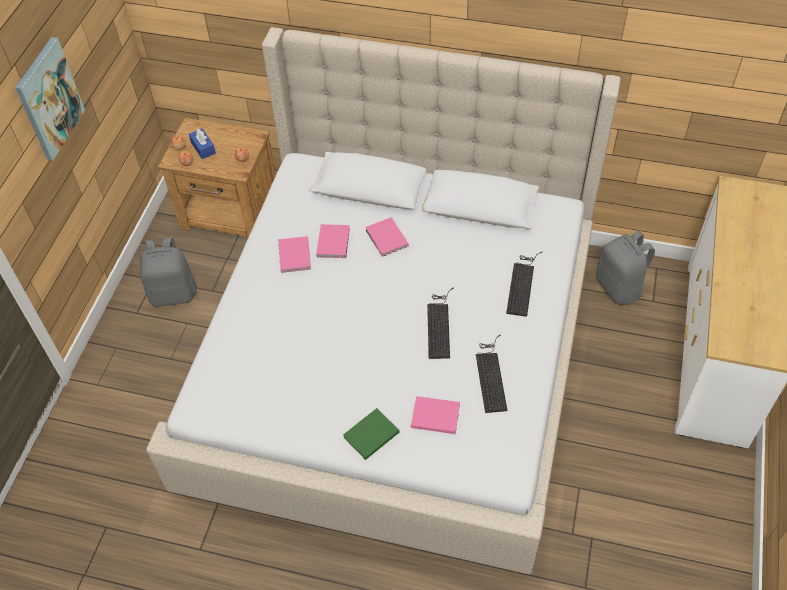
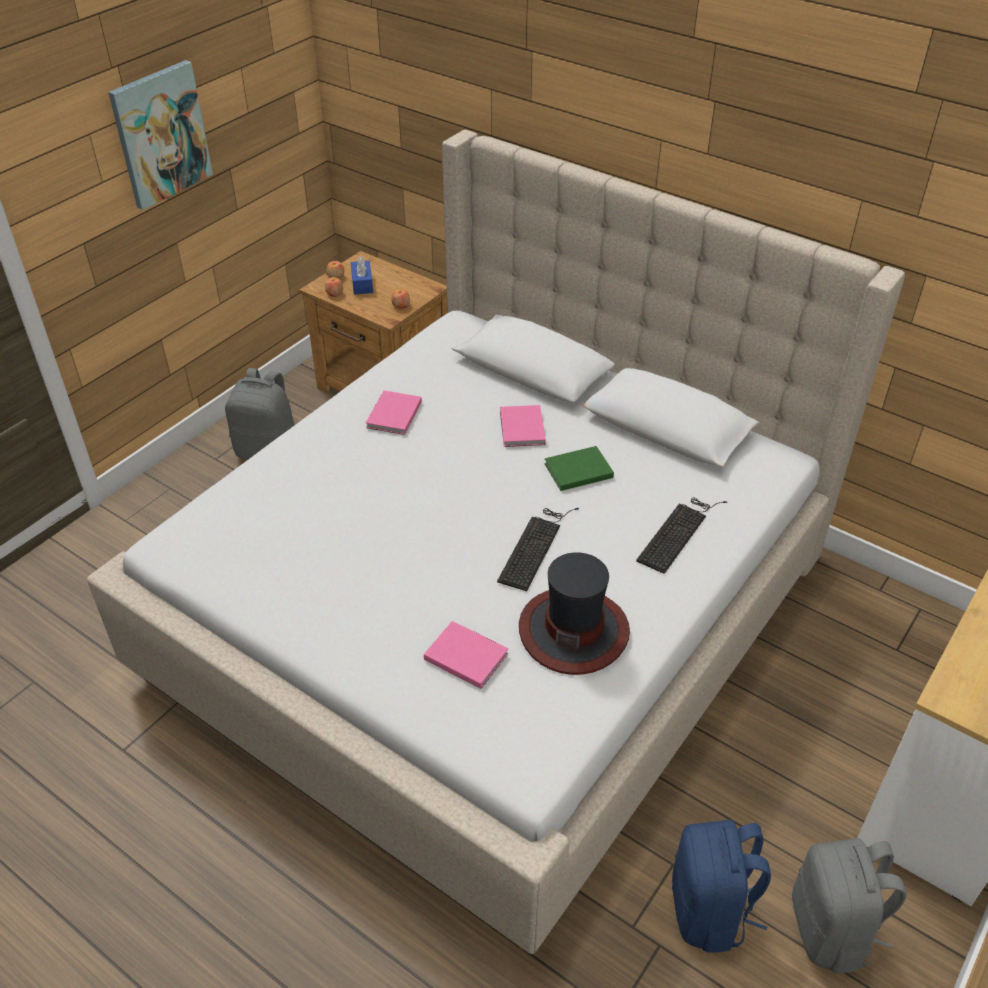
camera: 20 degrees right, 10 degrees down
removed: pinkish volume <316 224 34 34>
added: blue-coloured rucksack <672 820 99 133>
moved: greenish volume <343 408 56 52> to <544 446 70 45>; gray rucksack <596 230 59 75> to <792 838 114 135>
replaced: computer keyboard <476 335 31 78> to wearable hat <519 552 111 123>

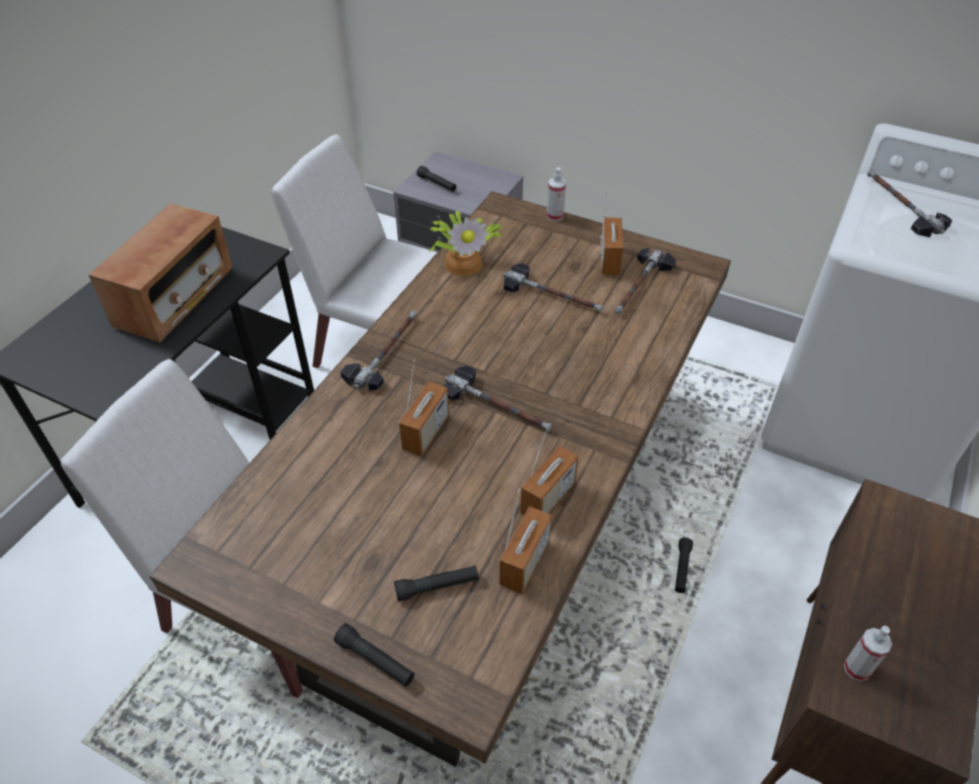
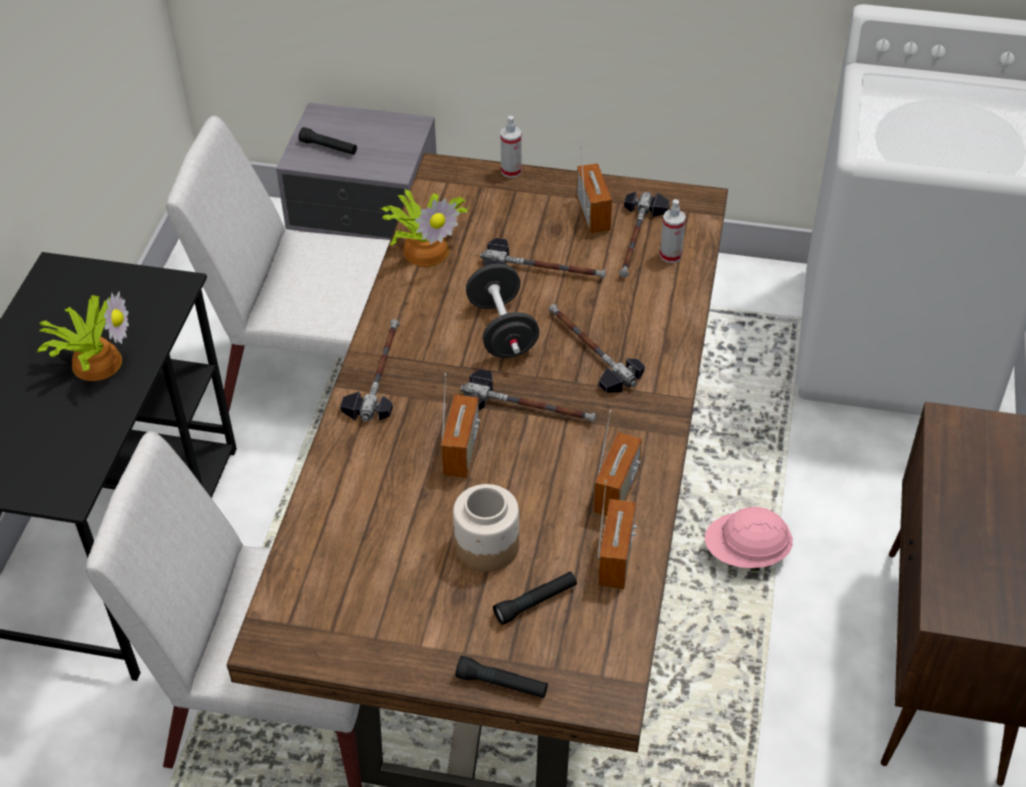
camera: 15 degrees left, 0 degrees up
added: preserve jar <453 484 66 88>; blackish free weight <466 264 73 94>
moved: sprayer <844 626 48 55> to <660 199 26 64>; tool hammer <867 169 86 69> to <548 304 97 89>
replaced: radio set <89 203 144 139> to potted plant <36 291 93 90>; blackish torch <675 538 18 55> to pinkish hard hat <705 507 88 64>

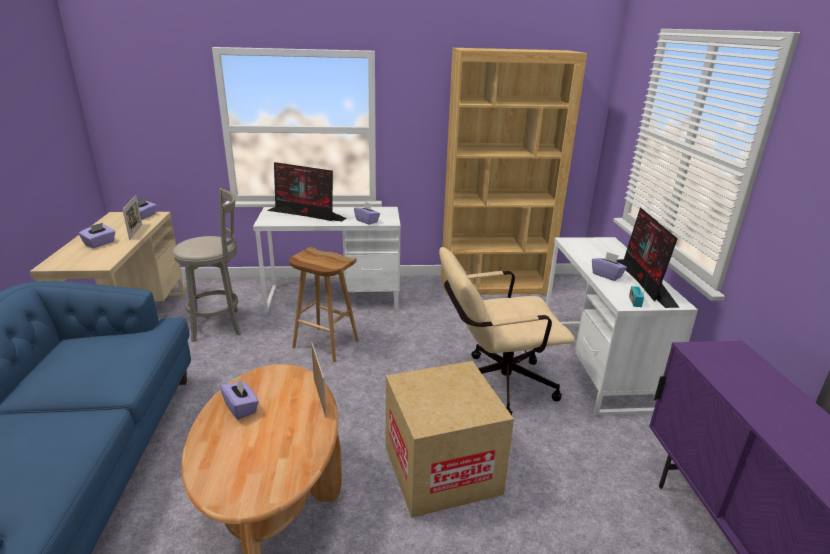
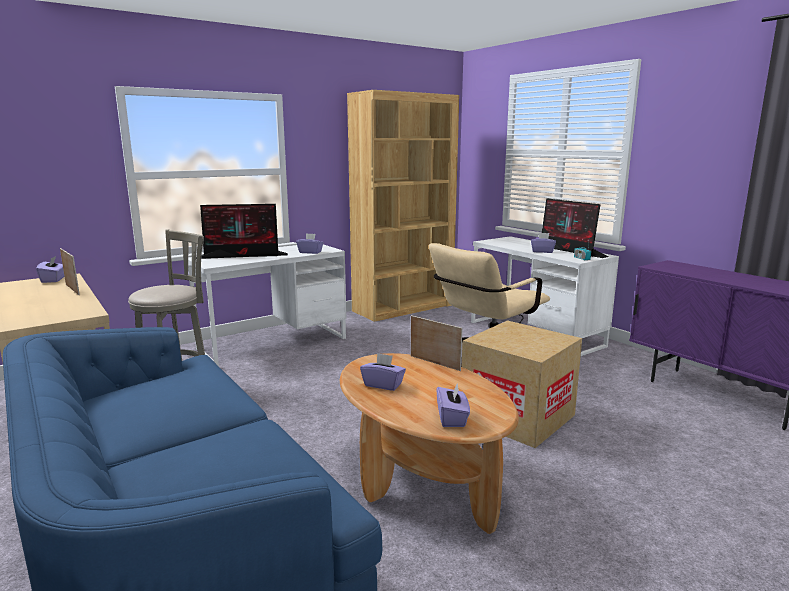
camera: 30 degrees left, 10 degrees down
removed: brown-coloured stool seat <289 247 70 115>
moved: purple-coloured tissue holder <79 223 36 25> to <437 382 33 45>

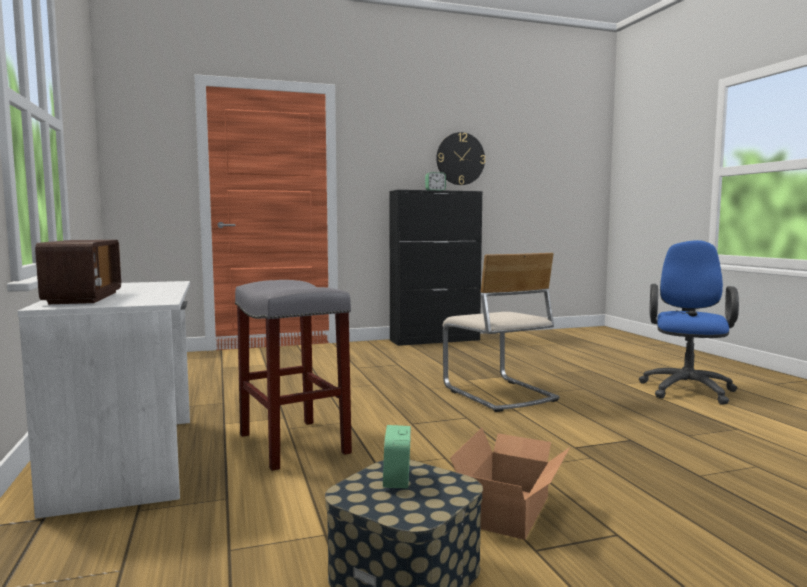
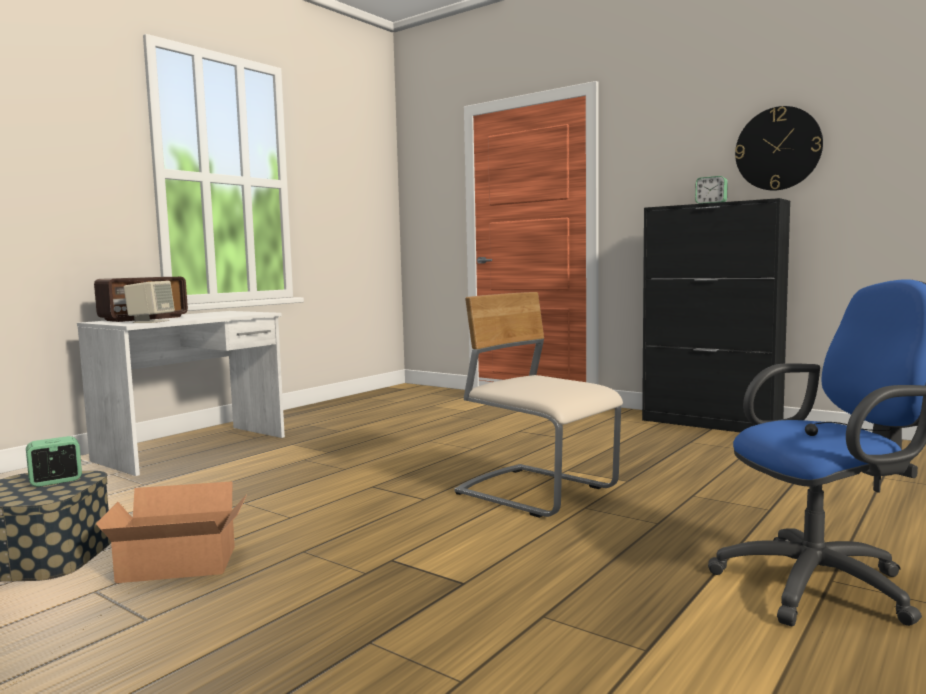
camera: 55 degrees right, 0 degrees up
removed: gray stool seat <235 280 117 191>
added: beige-coloured audio speaker <124 281 51 42>
turned: beige-coloured upright chair <442 253 118 159> = <454 292 169 226> 105 degrees clockwise

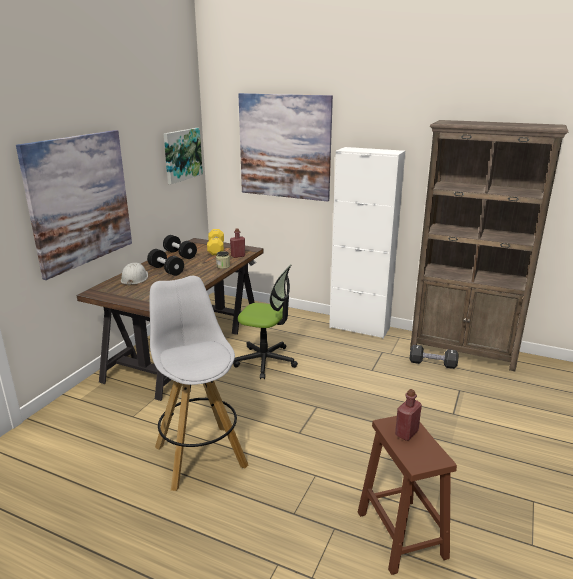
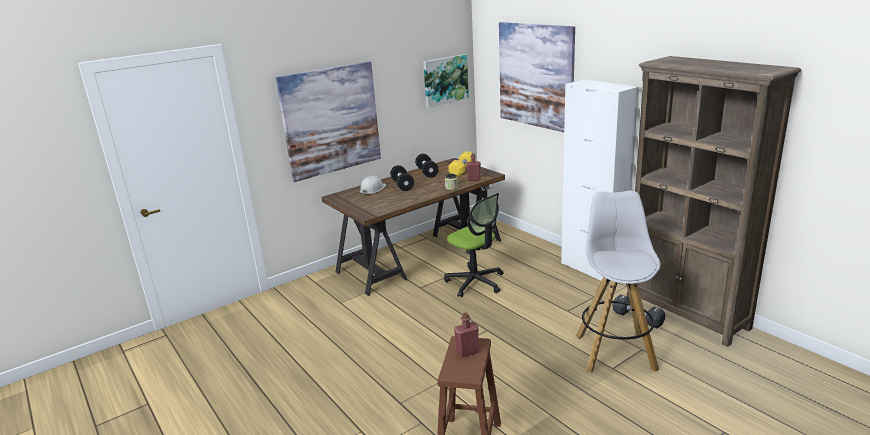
camera: 30 degrees right, 0 degrees up
moved: white stool seat <150 276 98 215> to <576 190 85 183>

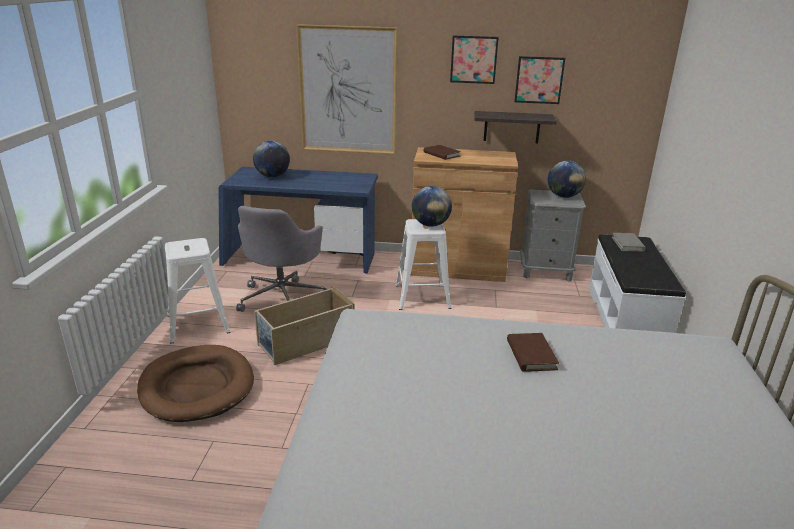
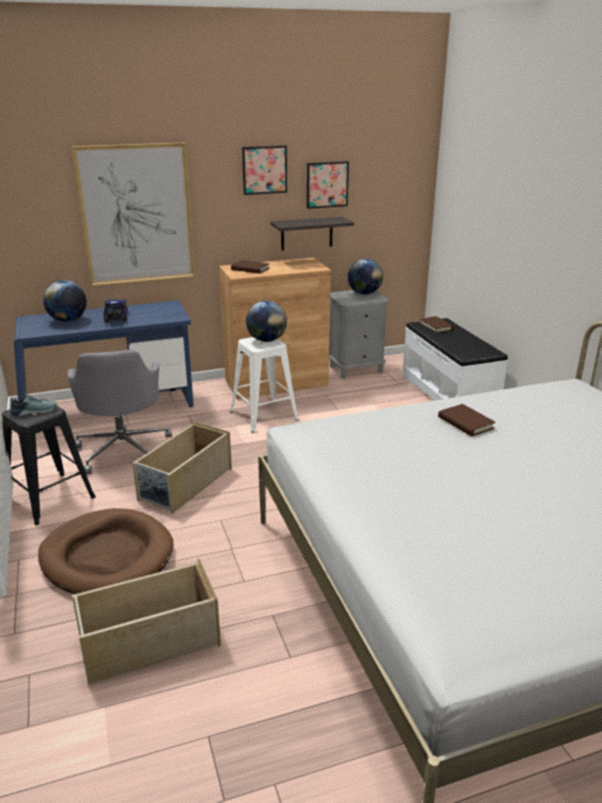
camera: 25 degrees left, 0 degrees up
added: shoe <10 393 47 23>; beige-coloured storage bin <72 558 149 127>; toy lorry <104 299 23 24>
recoloured: white stool seat <165 238 65 106> to blackish stool seat <2 399 94 126>; gray volume <612 233 34 19> to brown-coloured volume <419 316 35 17>

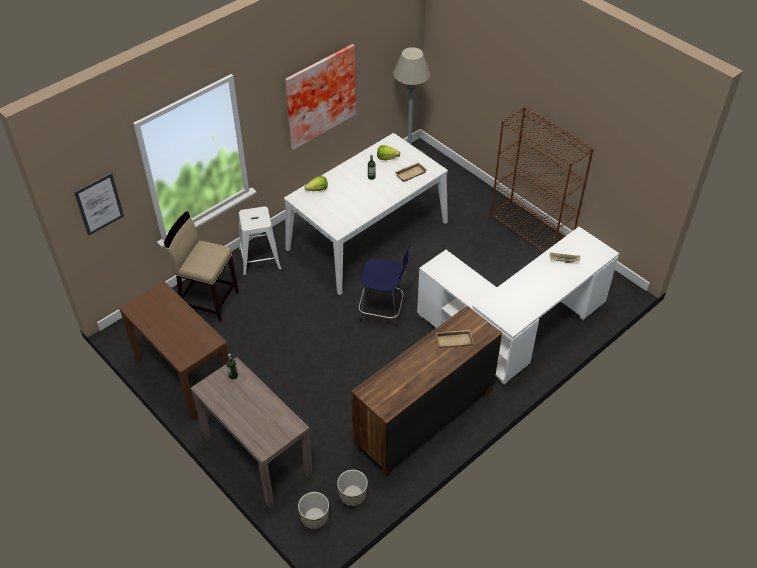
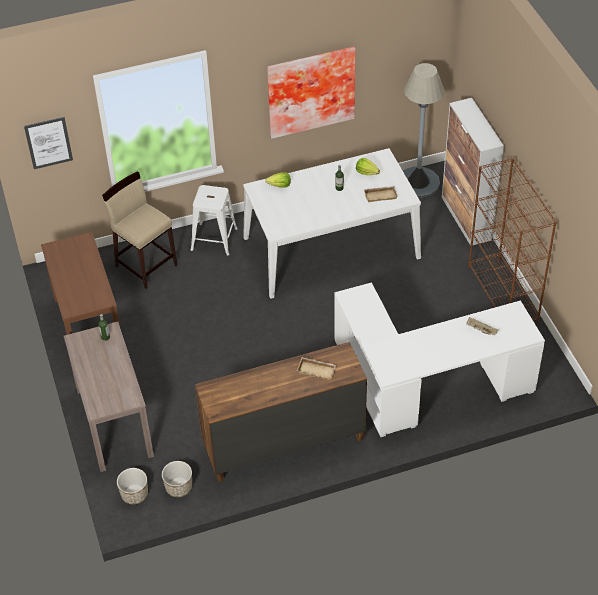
camera: 25 degrees right, 0 degrees up
removed: blue-coloured stool seat <359 246 51 81>
added: storage cabinet <442 98 62 148>

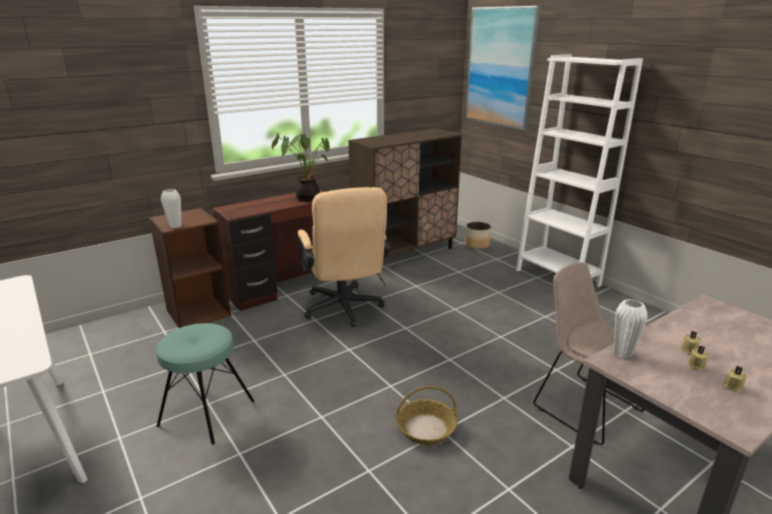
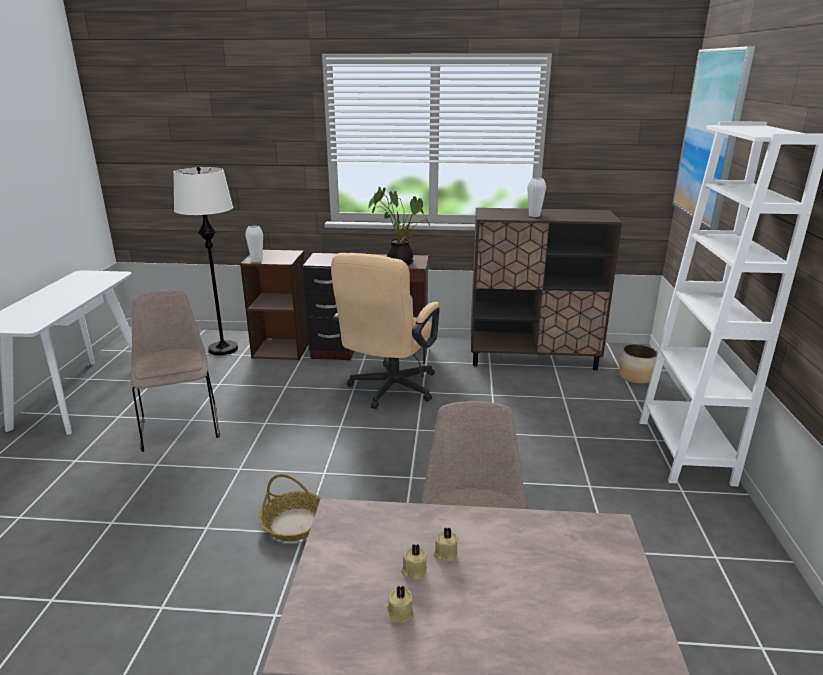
camera: 40 degrees right, 0 degrees up
added: white standing lamp <173 167 65 188>
moved: white vase <614 299 33 59> to <527 178 19 39>
replaced: turquoise-coloured stool seat <156 323 98 122> to beige-coloured upright chair <130 290 90 162>

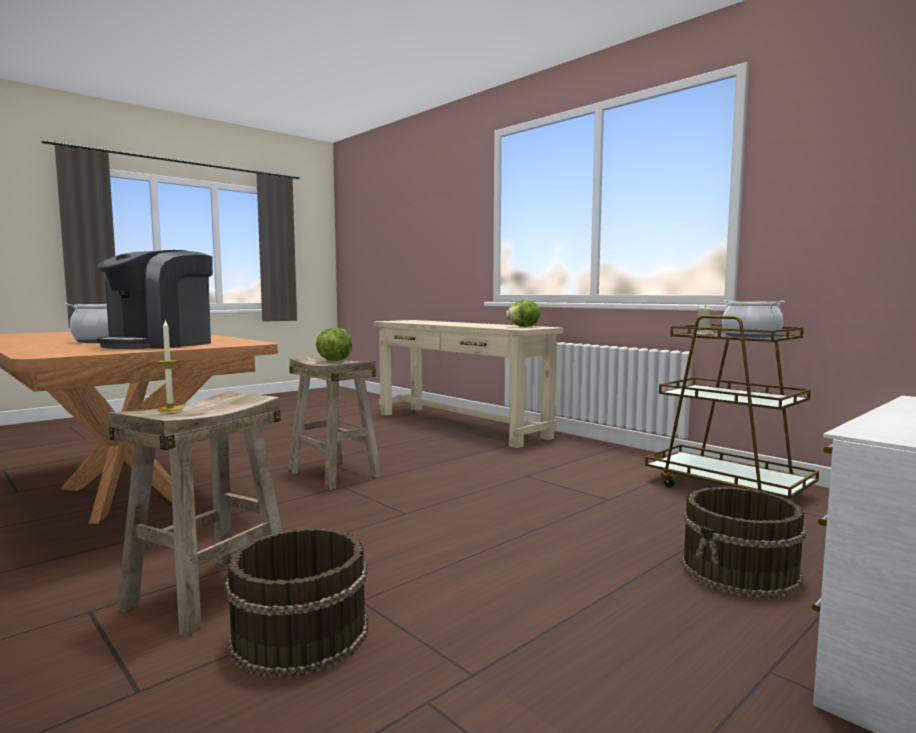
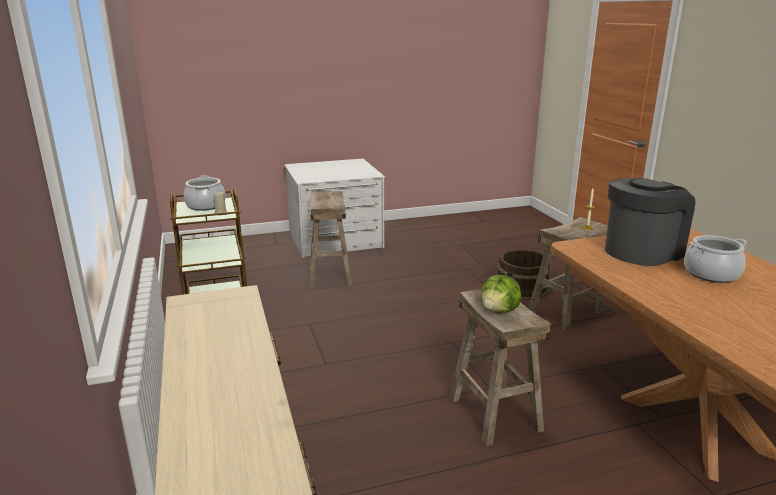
camera: 155 degrees left, 15 degrees up
removed: lettuce head <506 300 34 27>
replaced: brown-coloured water bucket <681 487 125 112> to beige-coloured stool seat <310 191 42 96>

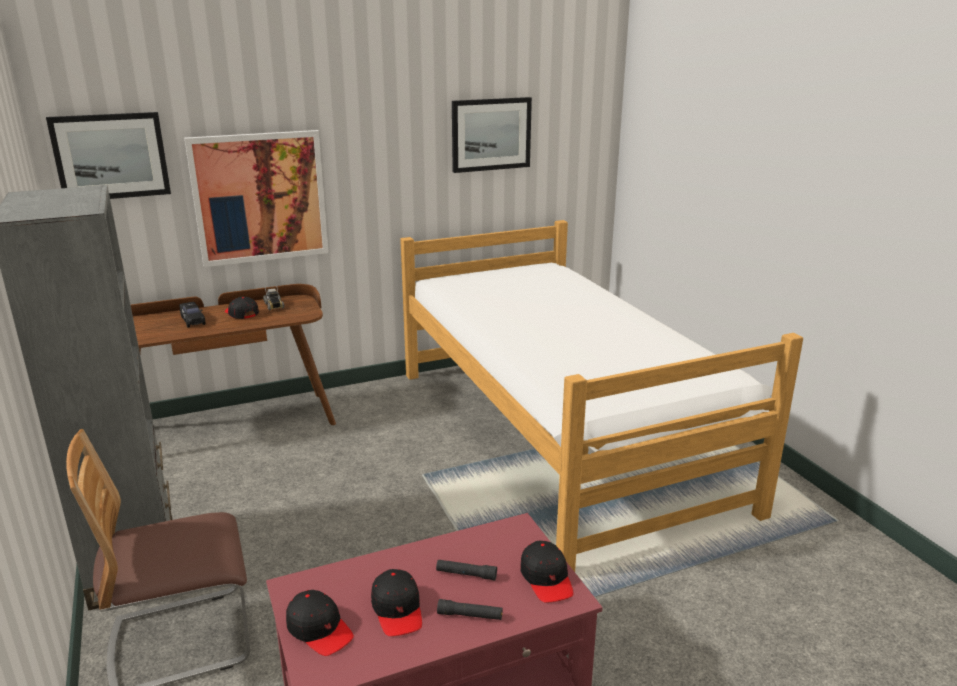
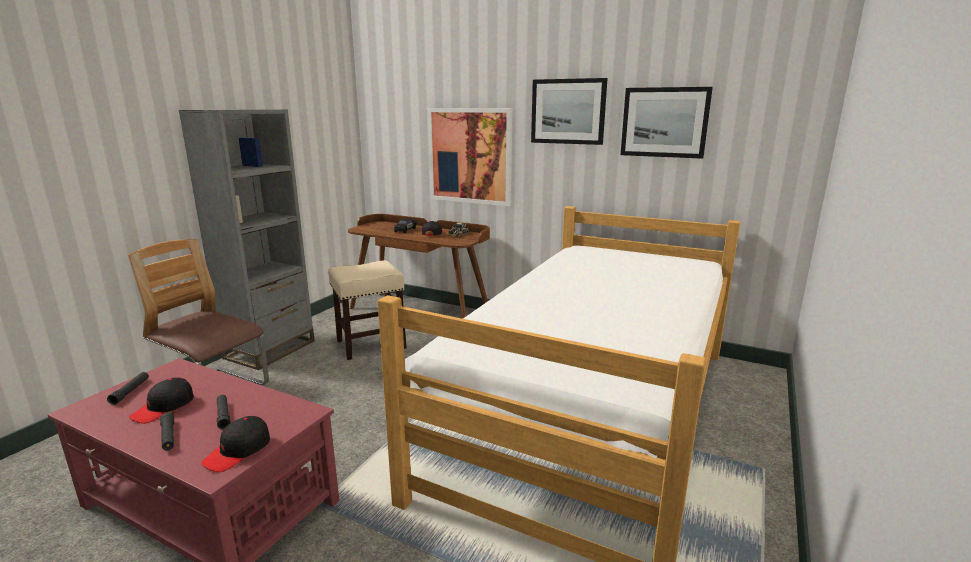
camera: 50 degrees right, 5 degrees down
added: beige-coloured stool seat <328 260 78 100>
moved: picture <46 112 125 87> to <531 78 77 67>
replaced: blackish baseball cap <286 590 68 66> to blackish torch <107 372 42 33>

